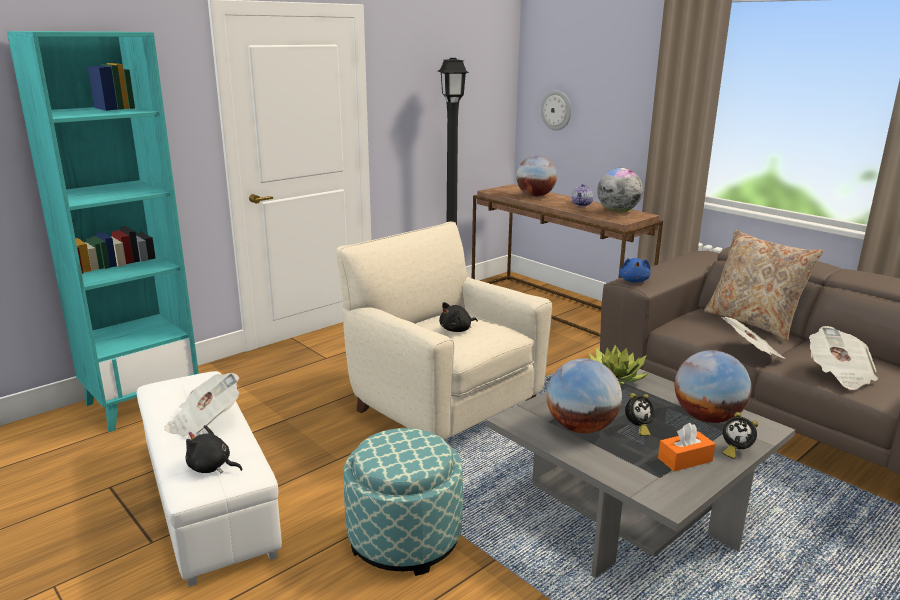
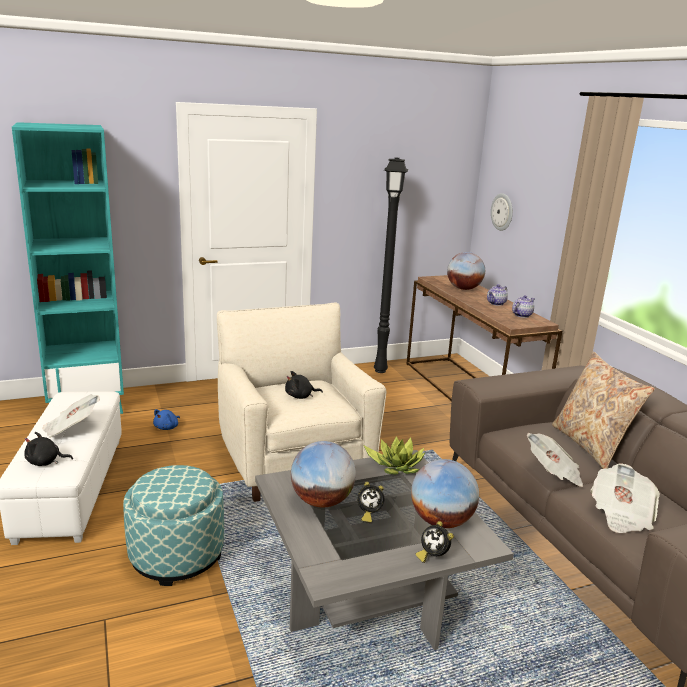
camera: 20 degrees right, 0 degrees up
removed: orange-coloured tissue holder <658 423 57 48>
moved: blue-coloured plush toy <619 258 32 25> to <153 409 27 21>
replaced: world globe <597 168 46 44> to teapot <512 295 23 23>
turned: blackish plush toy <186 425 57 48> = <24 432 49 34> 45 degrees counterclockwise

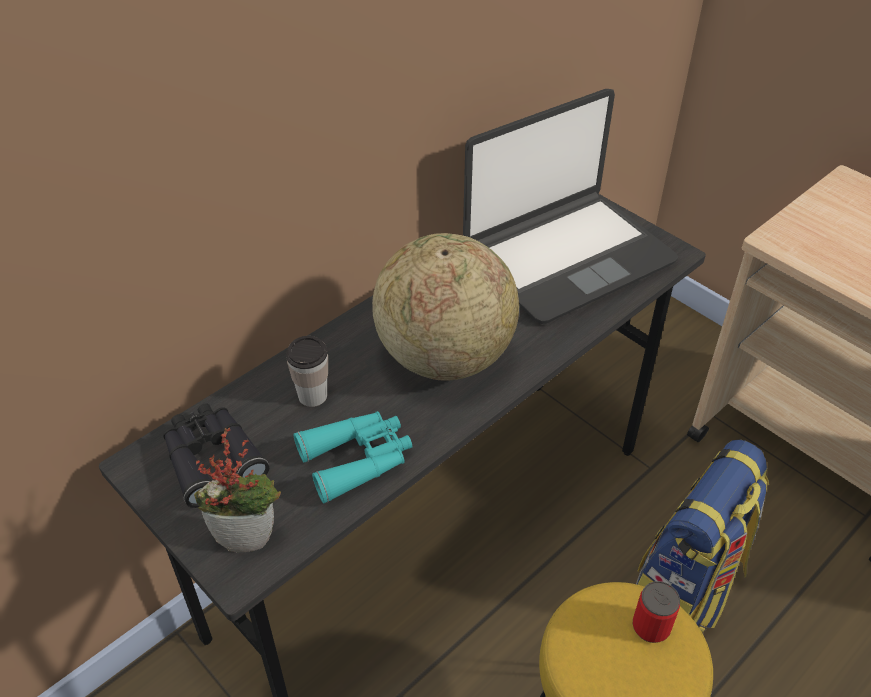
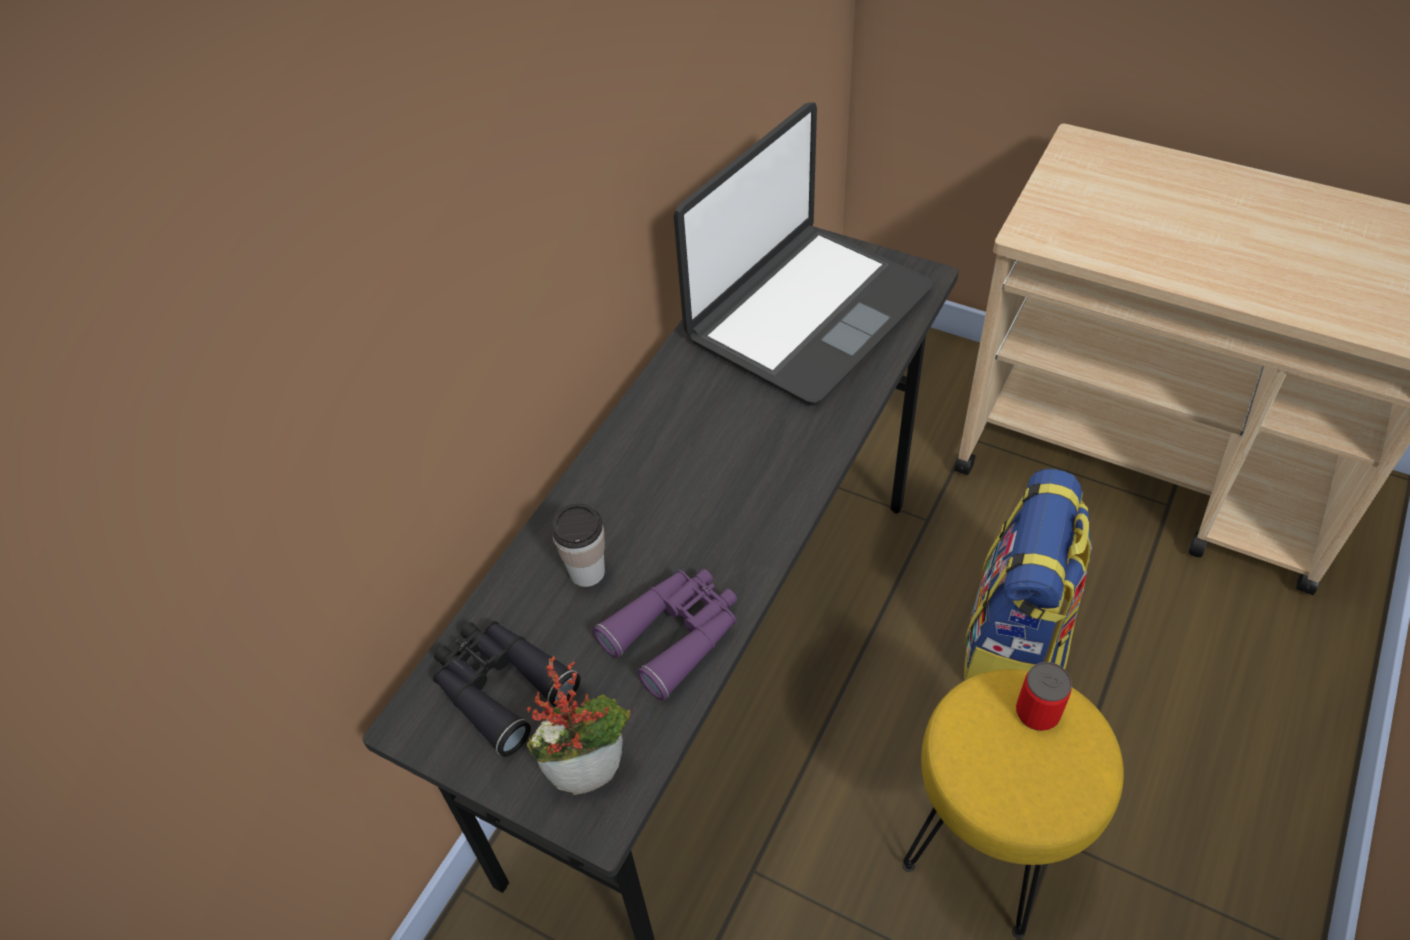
camera: 15 degrees left, 5 degrees up
removed: world globe <372 233 147 148>
recoloured: turquoise-coloured field glasses <293 411 119 92> to purple-coloured field glasses <593 569 144 132>

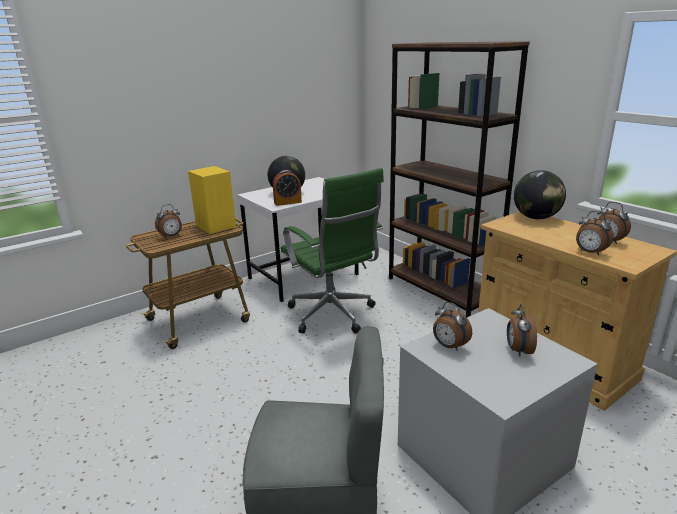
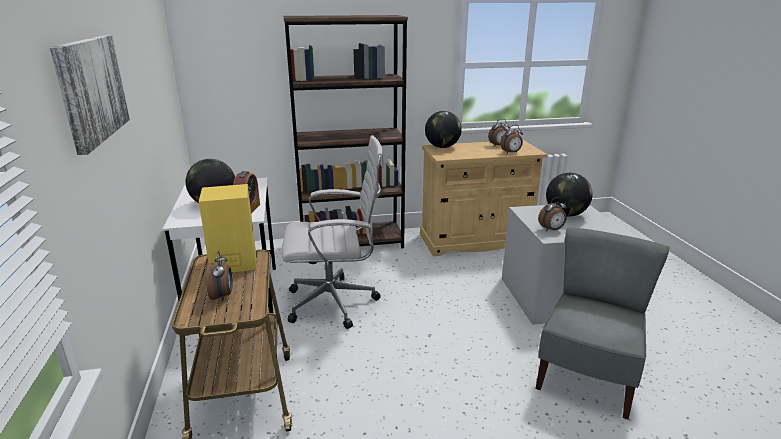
camera: 65 degrees left, 0 degrees up
added: picture <50 35 80 120>
replaced: alarm clock <507 304 30 53> to world globe <546 173 47 43>
recoloured: greenish desk chair <281 168 103 166> to white desk chair <282 135 102 194>

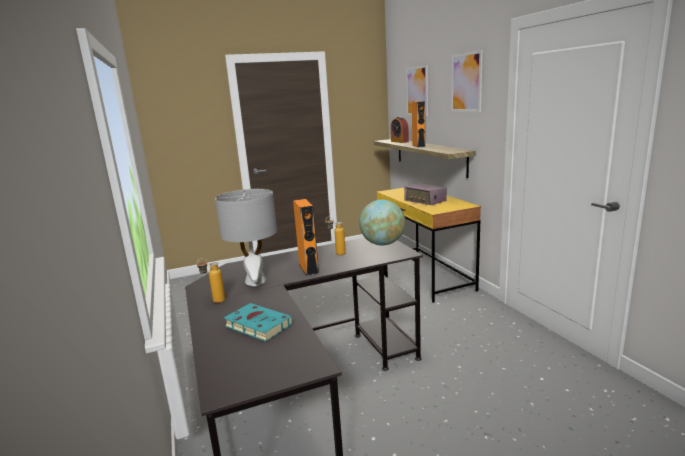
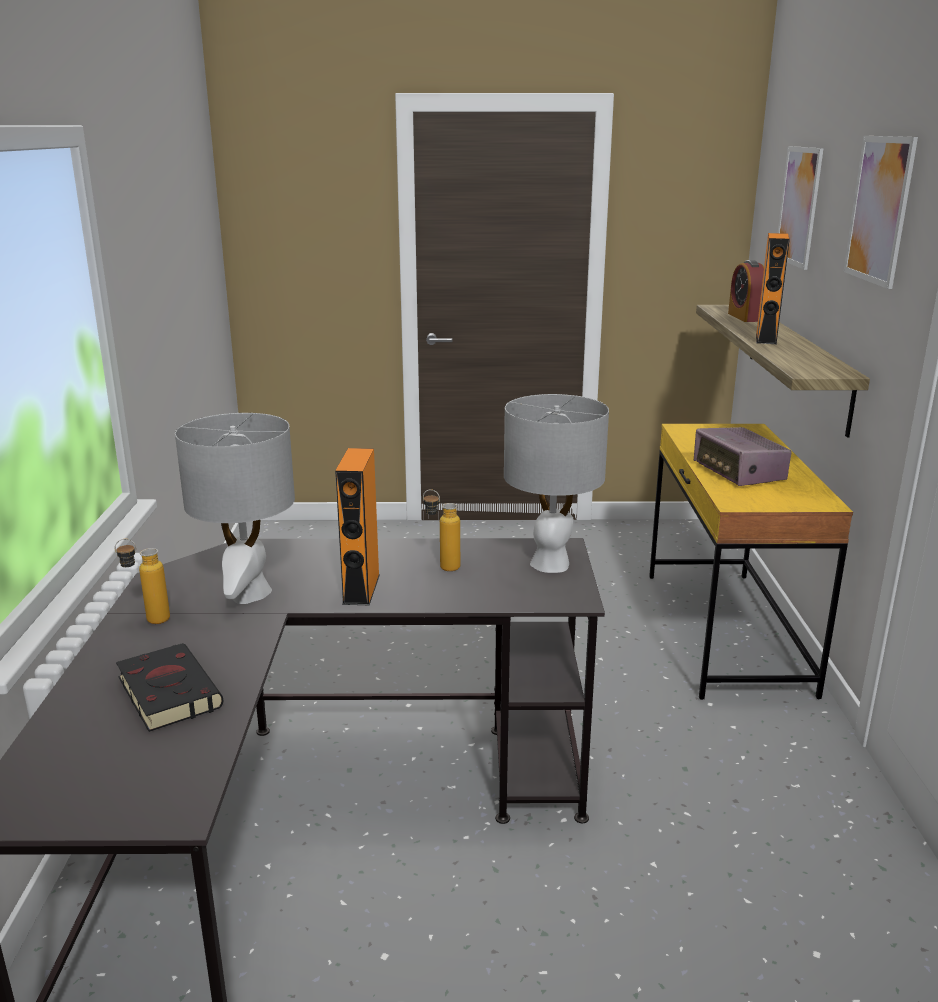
camera: 20 degrees right, 5 degrees up
replaced: world globe <359 200 46 45> to gray lamp for a table <504 394 105 179>
recoloured: turquoise-coloured volume <224 303 69 39> to blackish volume <116 643 107 89>

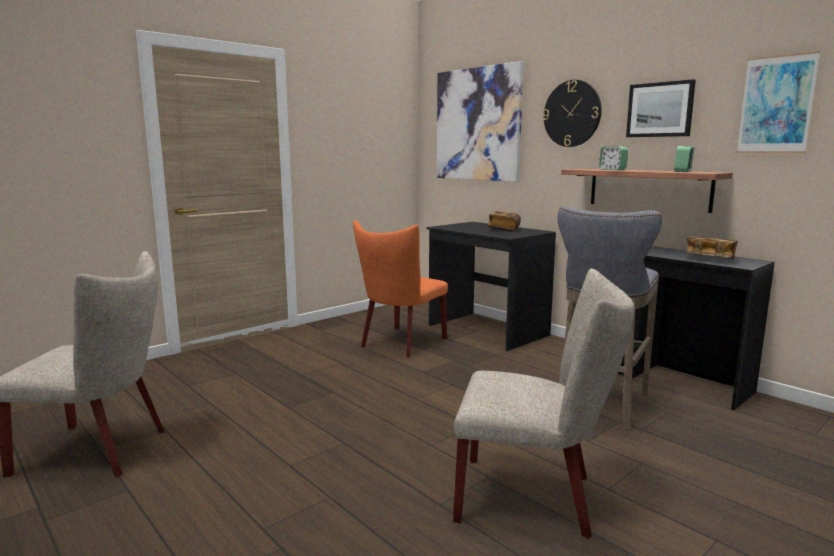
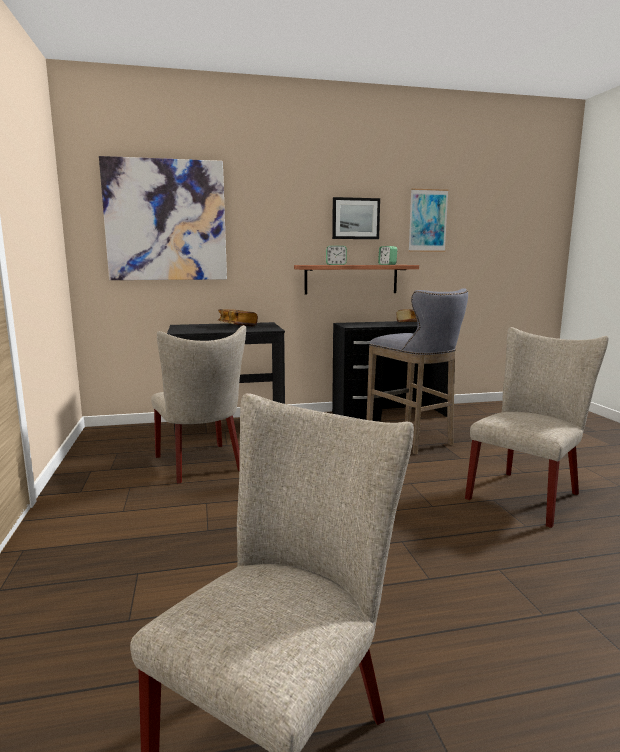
camera: 60 degrees left, 0 degrees up
removed: hanging clock <543 80 58 67>
recoloured: orange-coloured upright chair <353 220 95 138> to beige-coloured upright chair <151 325 95 159>

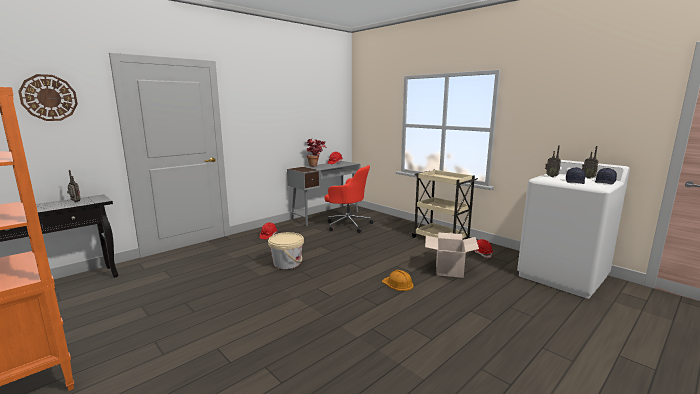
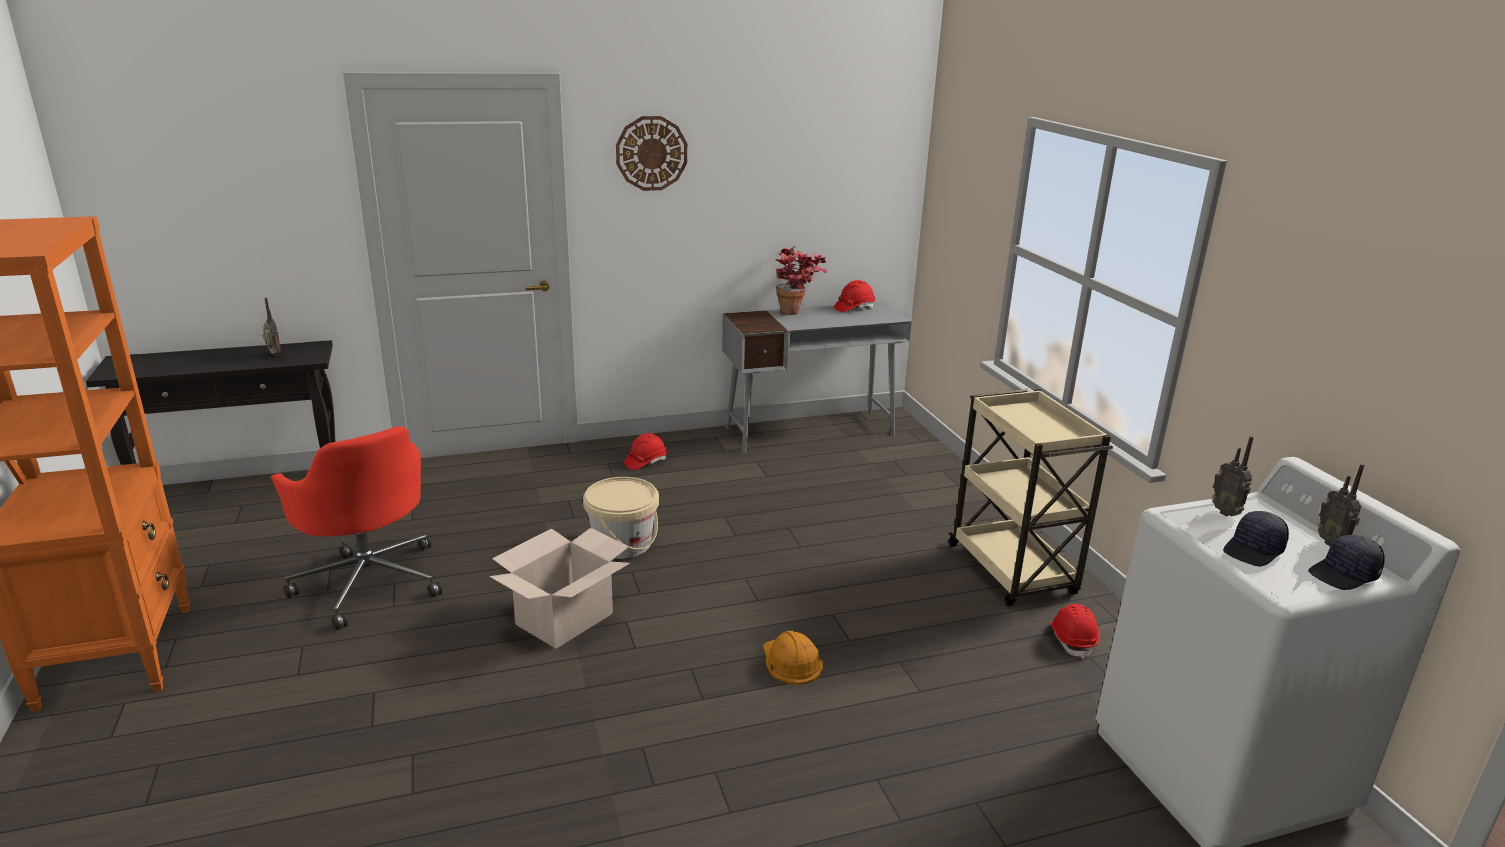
camera: 25 degrees right, 10 degrees up
moved: hanging clock <18 74 60 47> to <616 116 71 75>; red-coloured desk chair <324 165 50 68> to <271 426 171 204>; cardboard box <425 232 54 46> to <489 528 141 121>

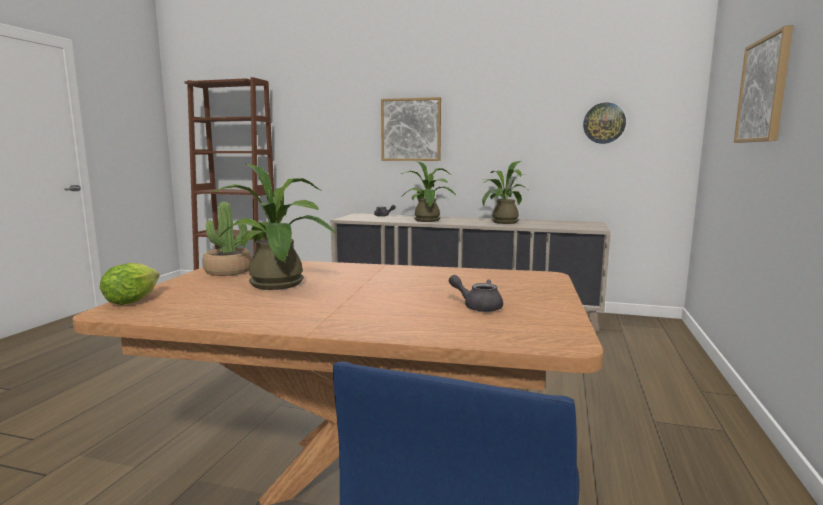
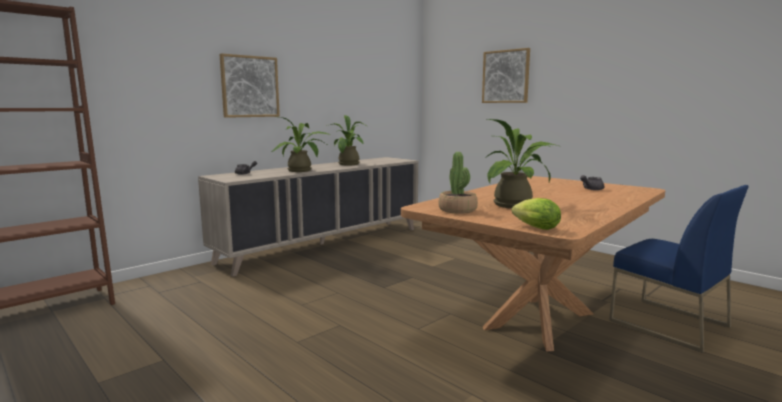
camera: 60 degrees left, 0 degrees up
removed: hanging clock <583 103 43 41>

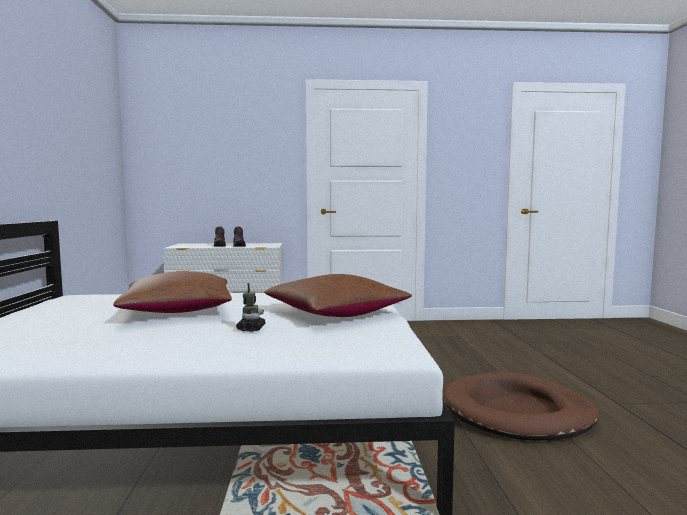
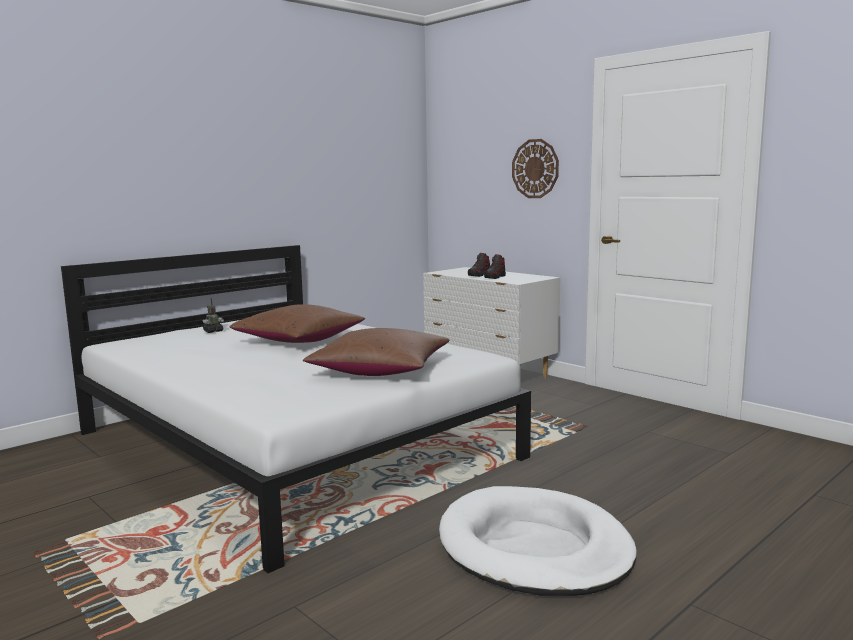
camera: 50 degrees right, 5 degrees up
added: hanging clock <512 139 47 59>
moved: robot figure <236 283 30 49> to <203 298 21 35>
recoloured: brown-coloured dog bed <443 372 156 69> to white dog bed <439 486 198 110>

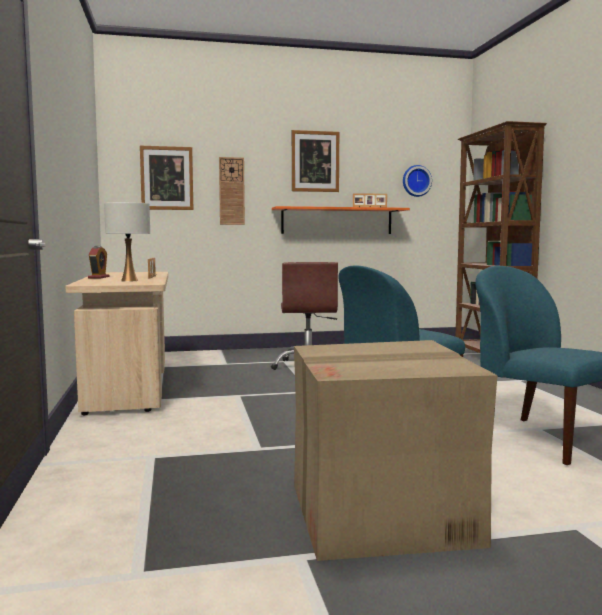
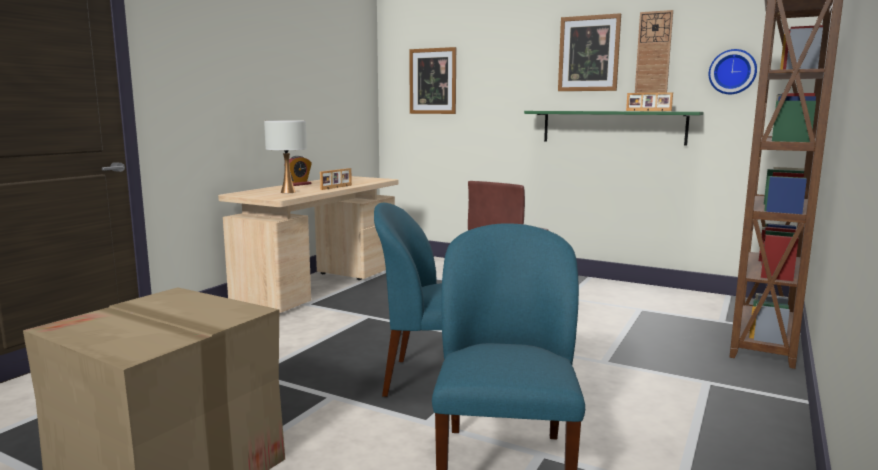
camera: 40 degrees right, 5 degrees up
moved: hanging clock <219 157 26 68> to <635 10 38 83>
recoloured: orange-coloured shelf <272 206 138 28> to greenish shelf <524 111 180 35>

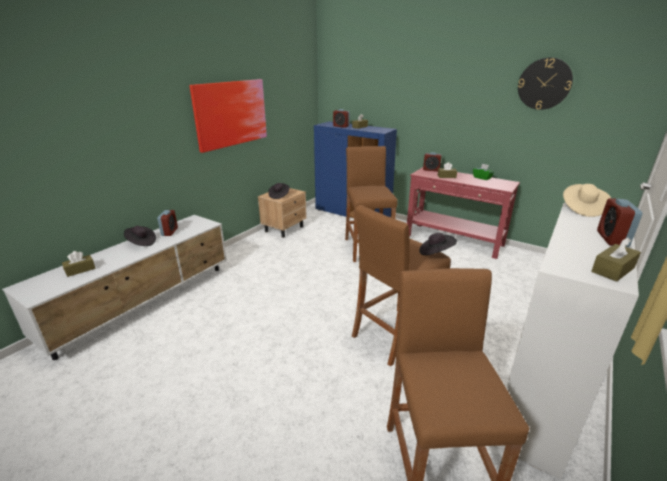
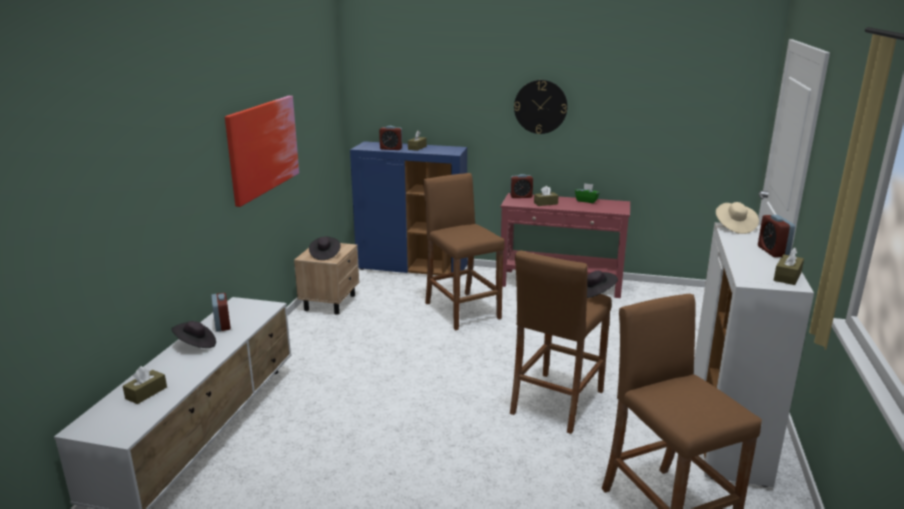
camera: 20 degrees left, 5 degrees down
moved: hanging clock <518 58 55 52> to <514 80 54 54>

